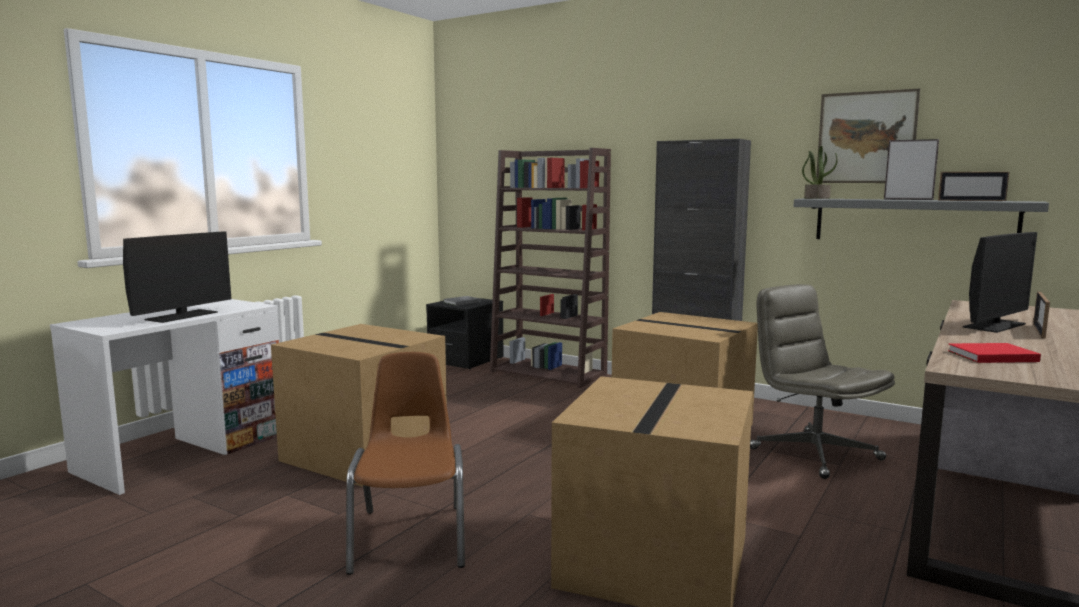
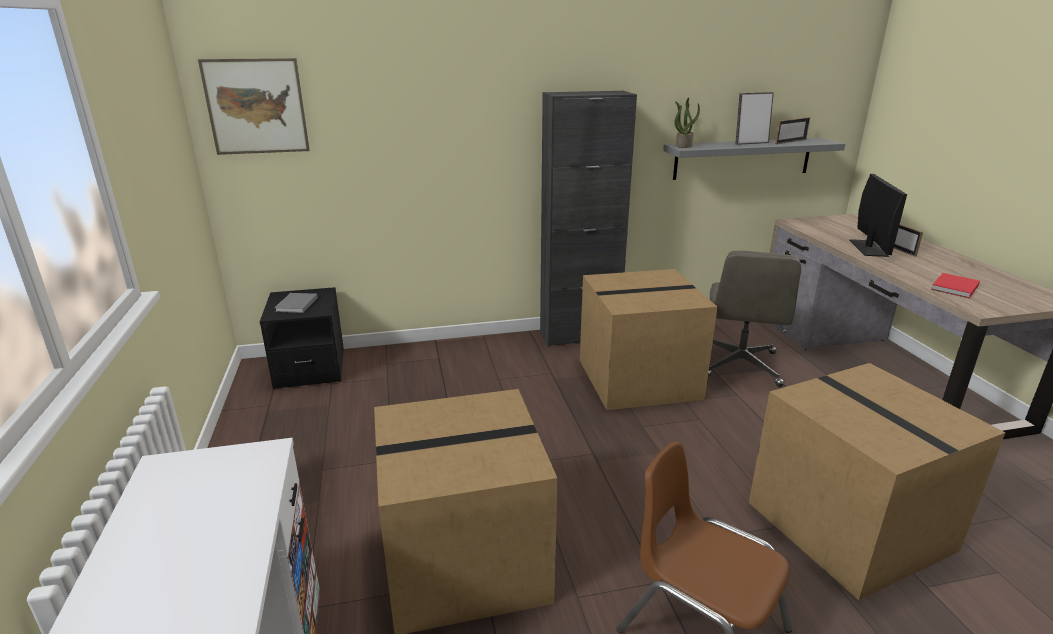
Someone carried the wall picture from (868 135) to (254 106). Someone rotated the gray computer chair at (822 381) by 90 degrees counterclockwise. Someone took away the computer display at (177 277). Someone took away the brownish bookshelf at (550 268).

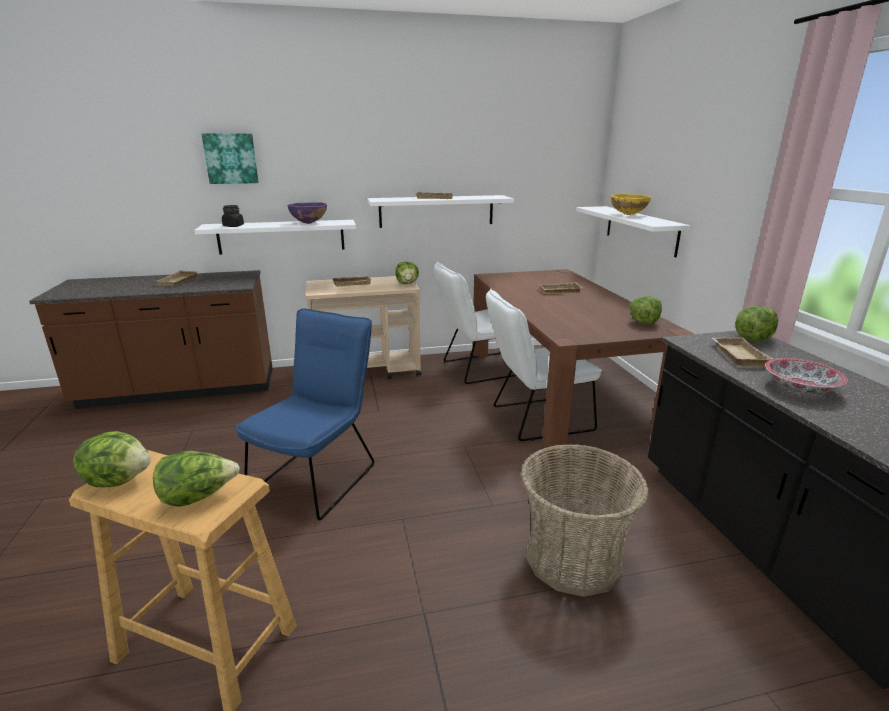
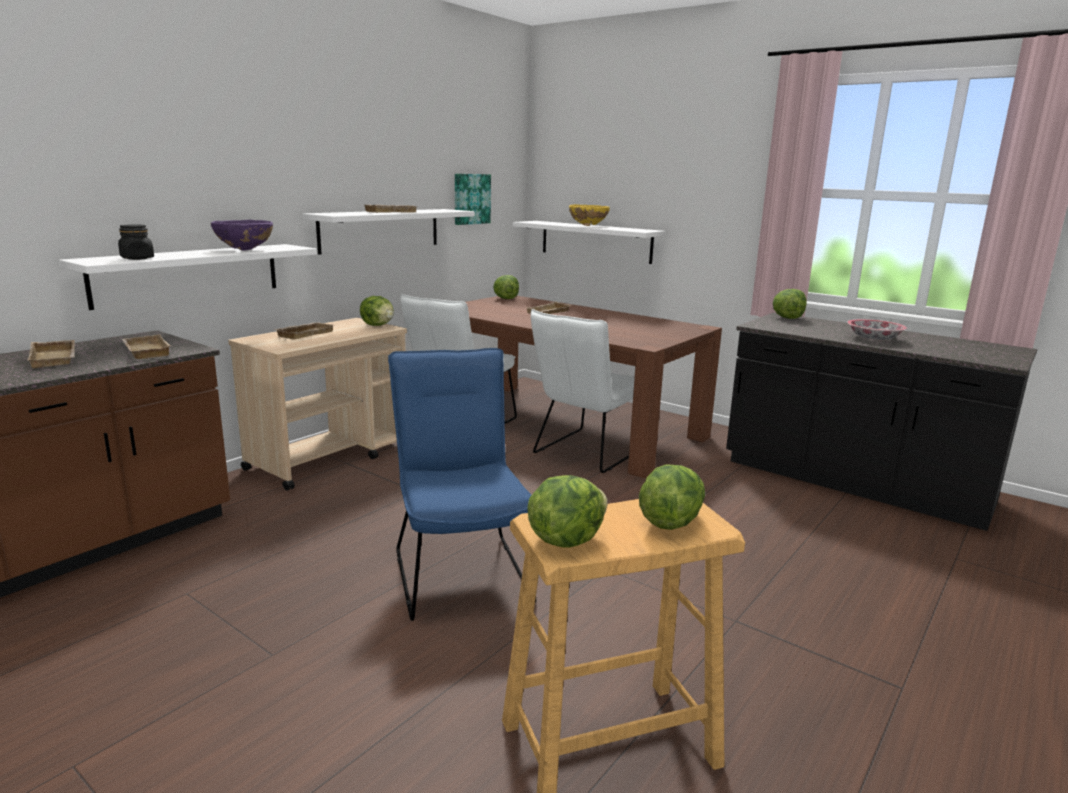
Someone carried the sand-coloured tray from (743 352) to (147 346). Someone carried the wall picture from (230 158) to (473 199). Someone carried the lettuce head from (646 310) to (506 287). Someone took away the household basket at (585 520).

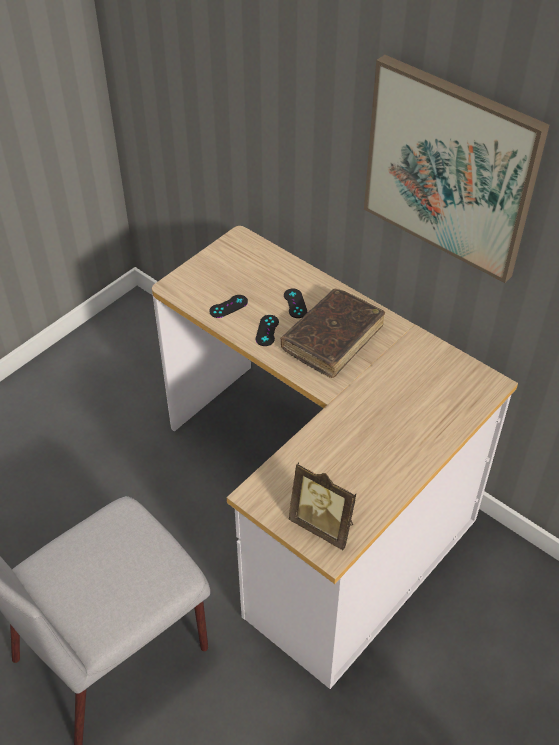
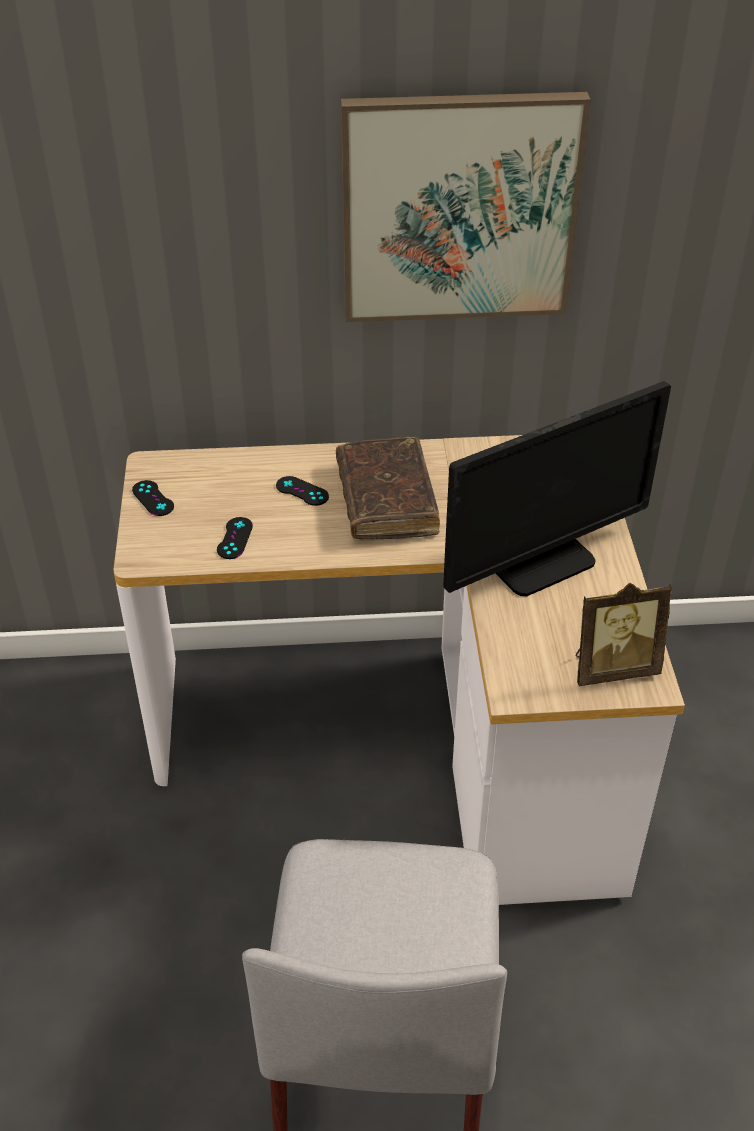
Someone carried the blackish joypad from (267 330) to (153 498). Someone put down the computer display at (557 488).

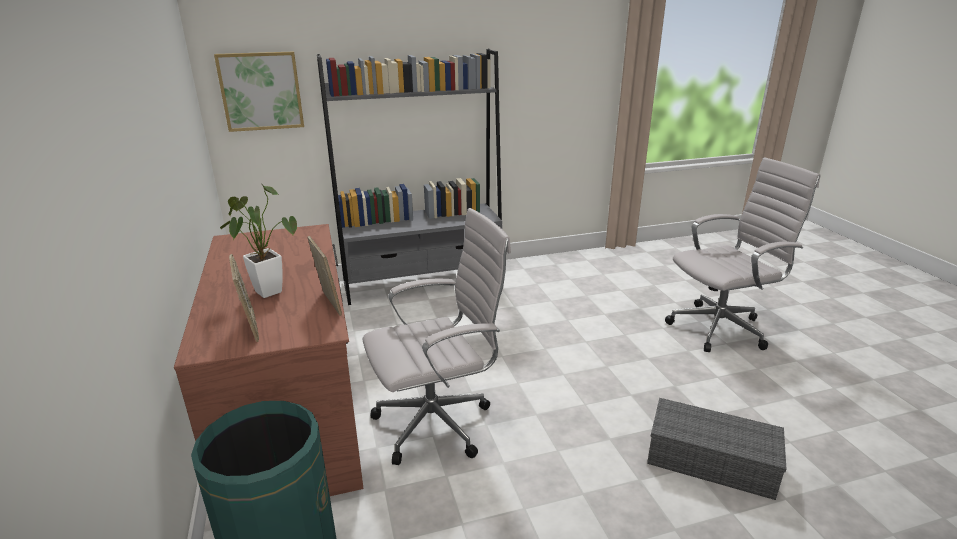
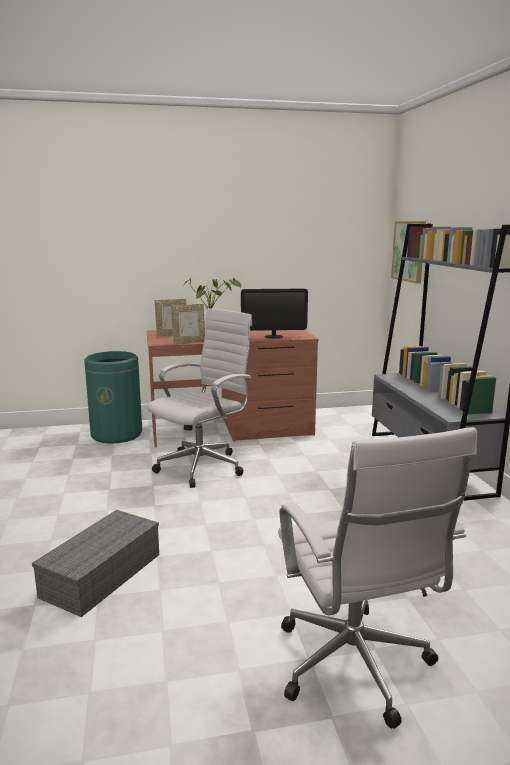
Someone rotated the white-coloured computer chair at (437 336) by 120 degrees counterclockwise. Someone put down the computer display at (274 313).

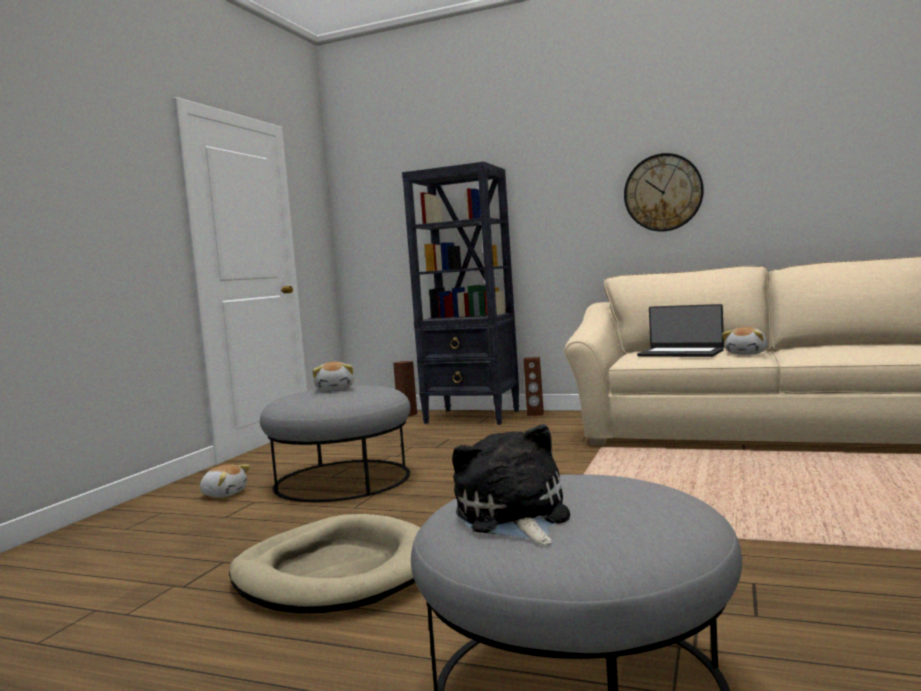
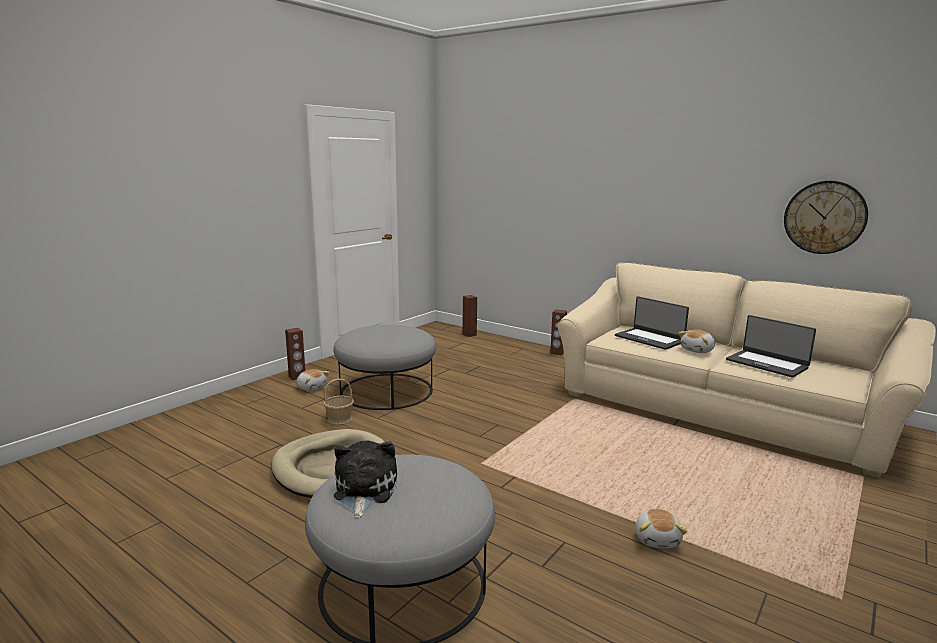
Someone put down the brownish audio speaker at (295 354). Someone put down the household basket at (339 402). Someone carried the plush toy from (333 376) to (661 528). Someone put down the laptop at (771 346). Someone carried the clock on the wall from (664 192) to (826 217). Someone took away the blackish bookshelf at (461 293).

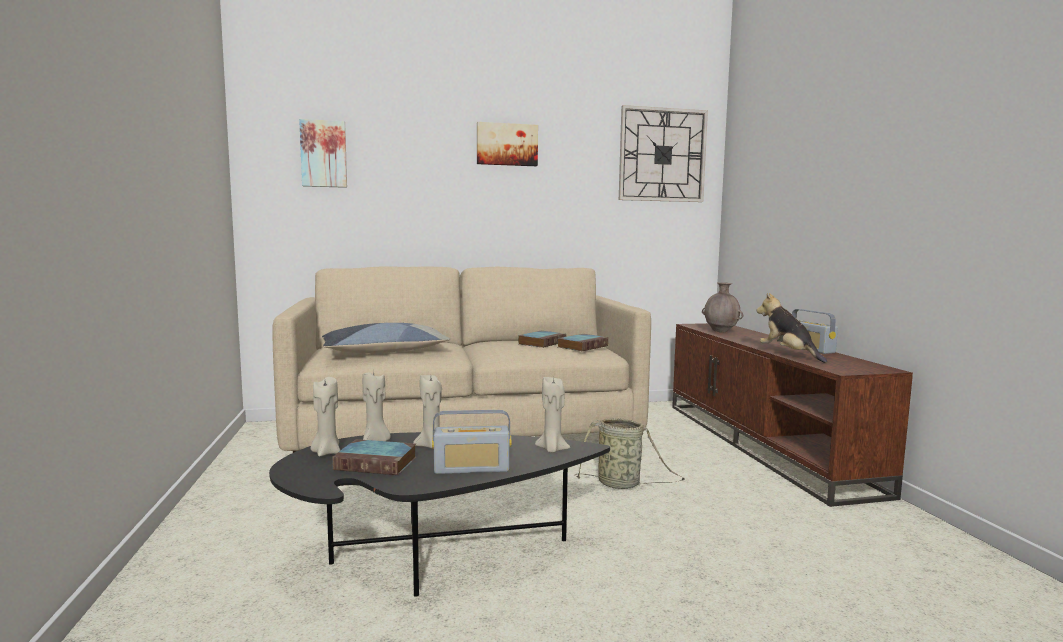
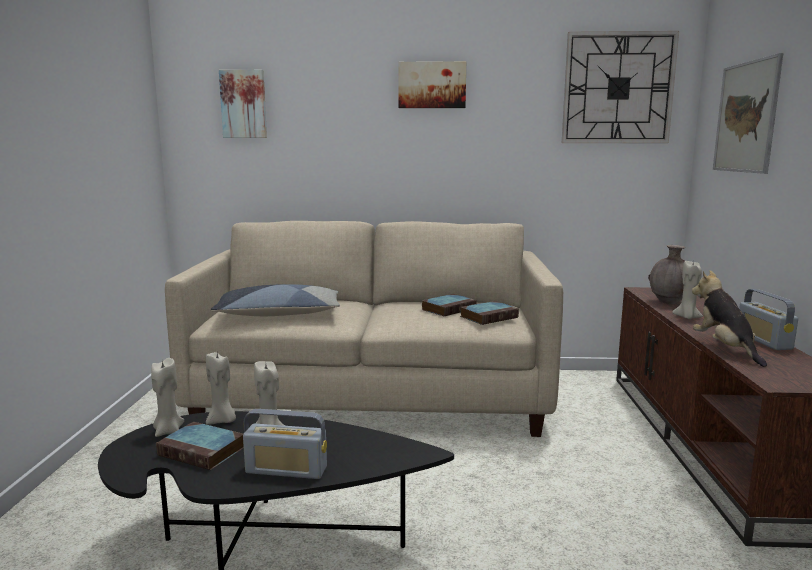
Someone carried the sand-coloured candle from (552 415) to (687 290). Someone put up the wall picture at (748 113). Someone took away the household basket at (630 453).

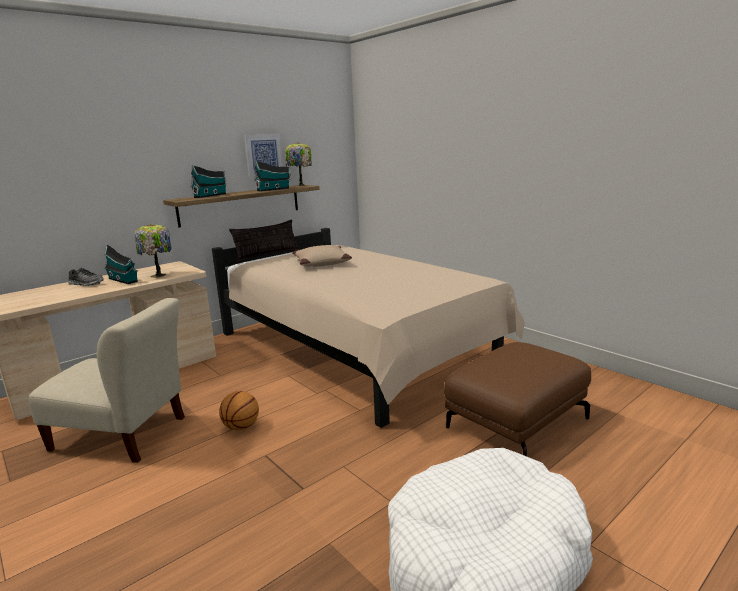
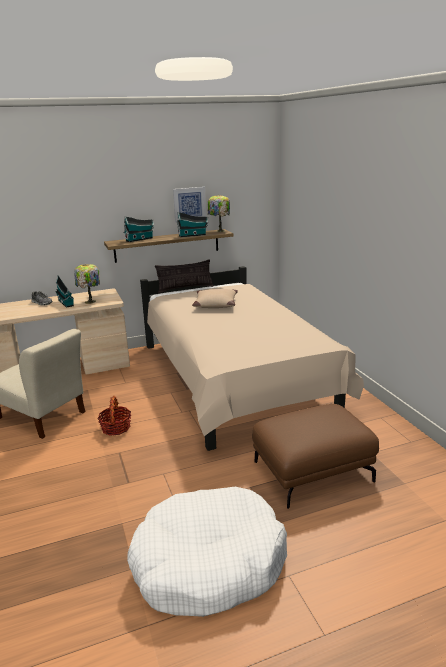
Someone swapped the basketball at (239 411) for the household basket at (114 415).

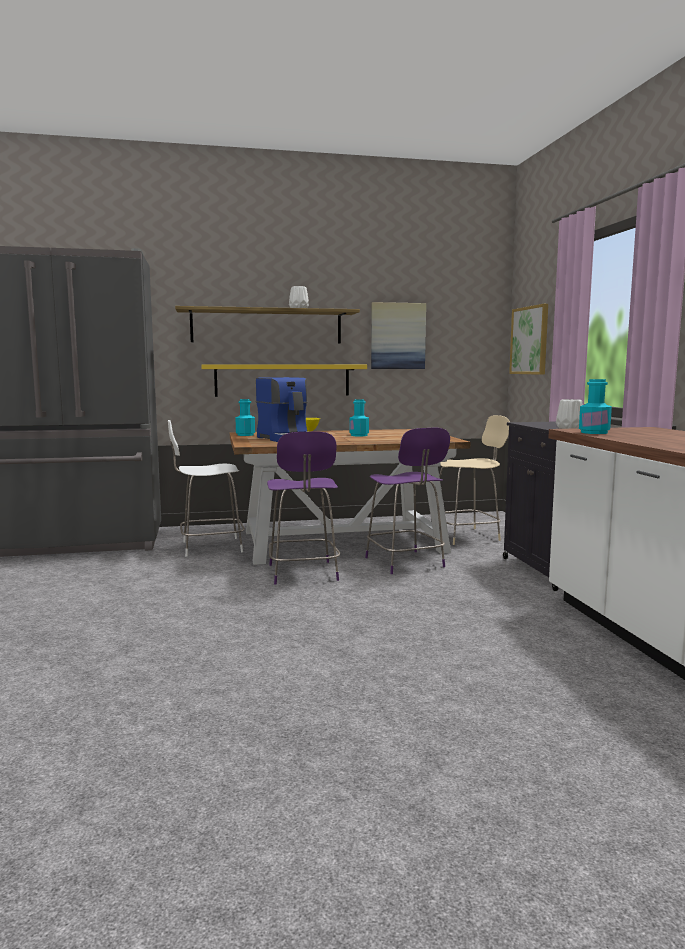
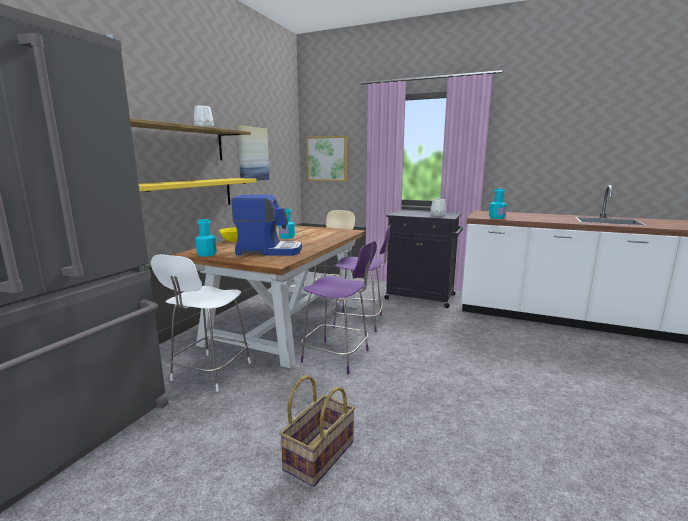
Someone put down the household basket at (317 431).

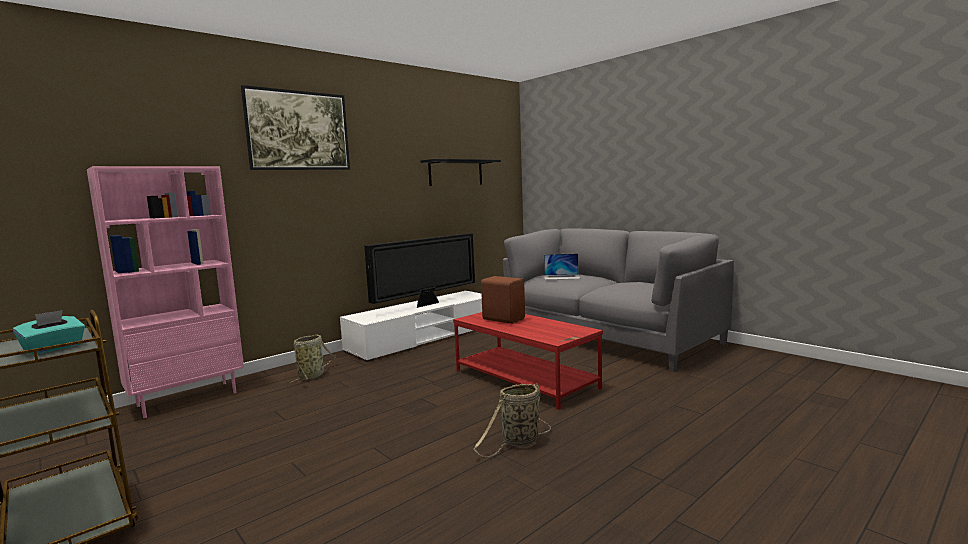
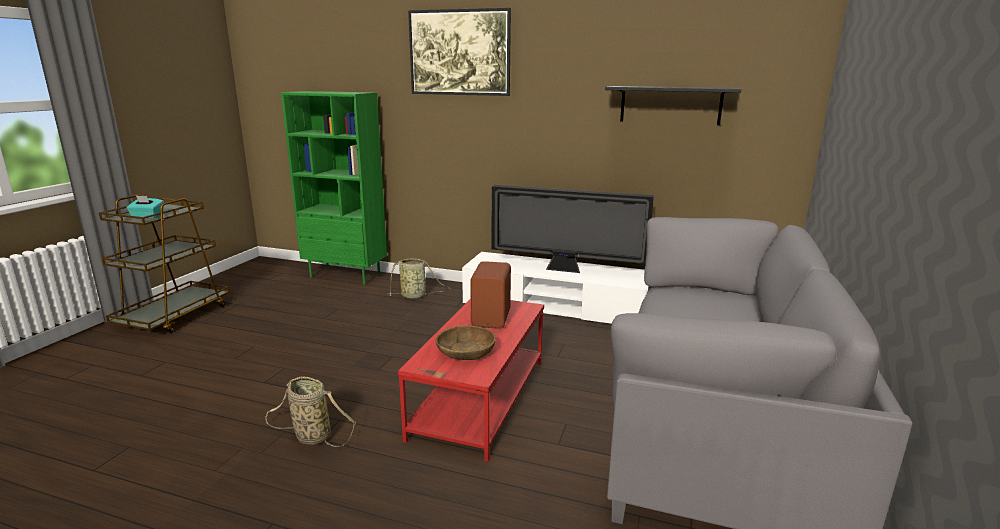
Someone repainted the pink-coloured bookshelf at (165 292), which became the green bookshelf at (334 188). Someone put down the brownish serving bowl at (466 342). Someone took away the laptop at (562 266).

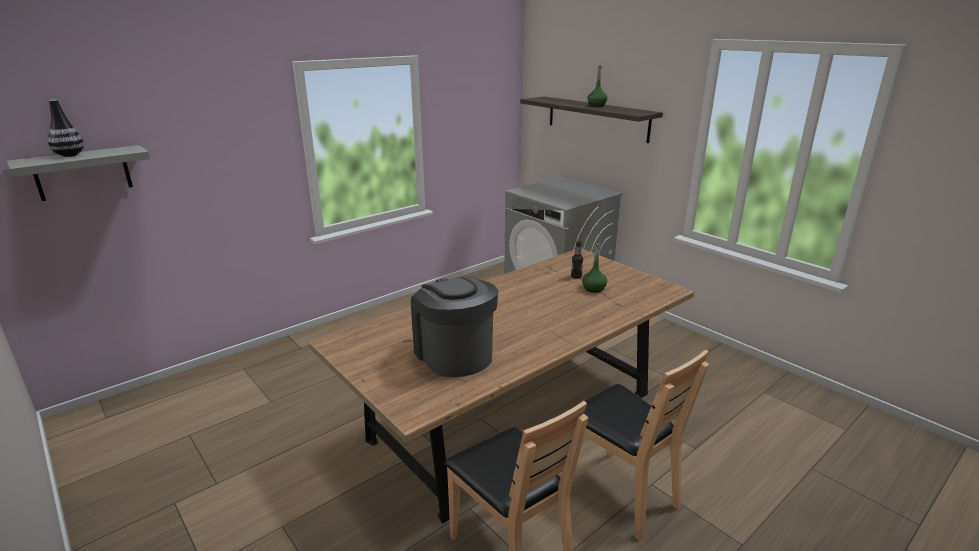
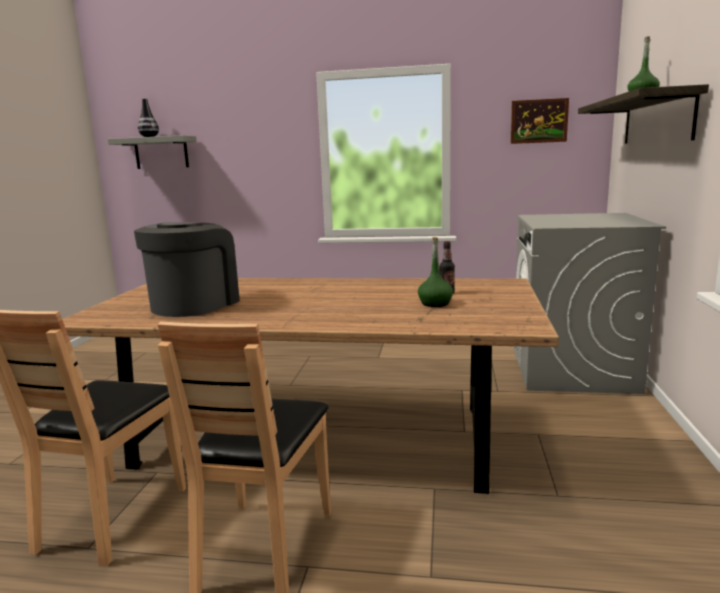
Someone put up the wall picture at (539 121).

